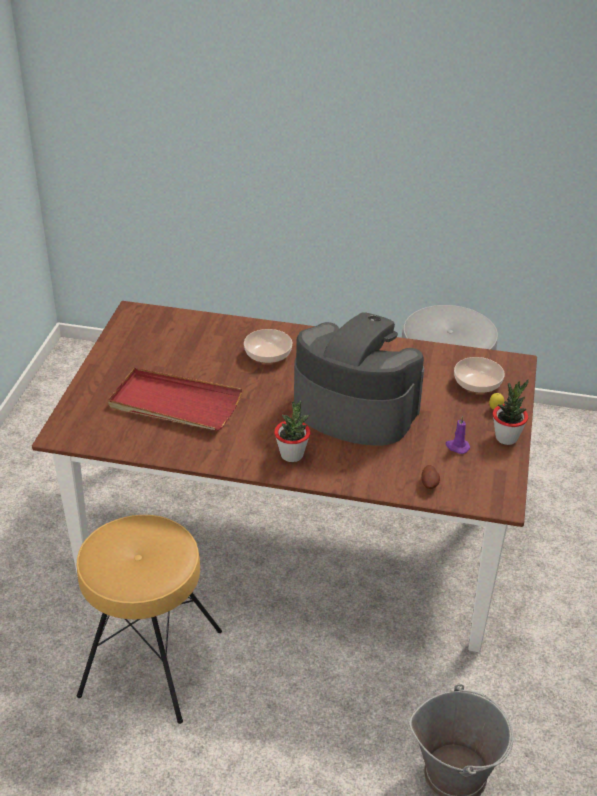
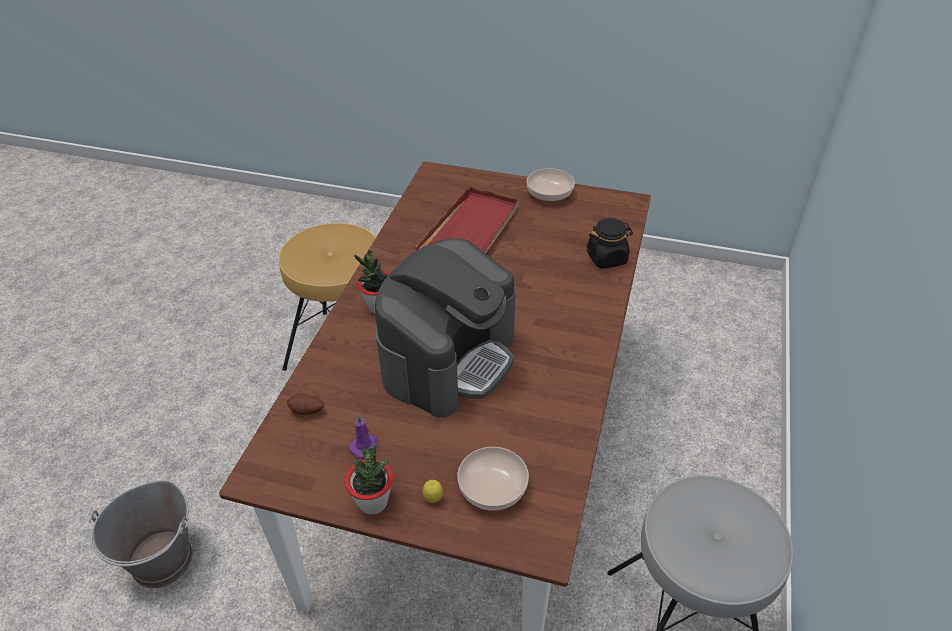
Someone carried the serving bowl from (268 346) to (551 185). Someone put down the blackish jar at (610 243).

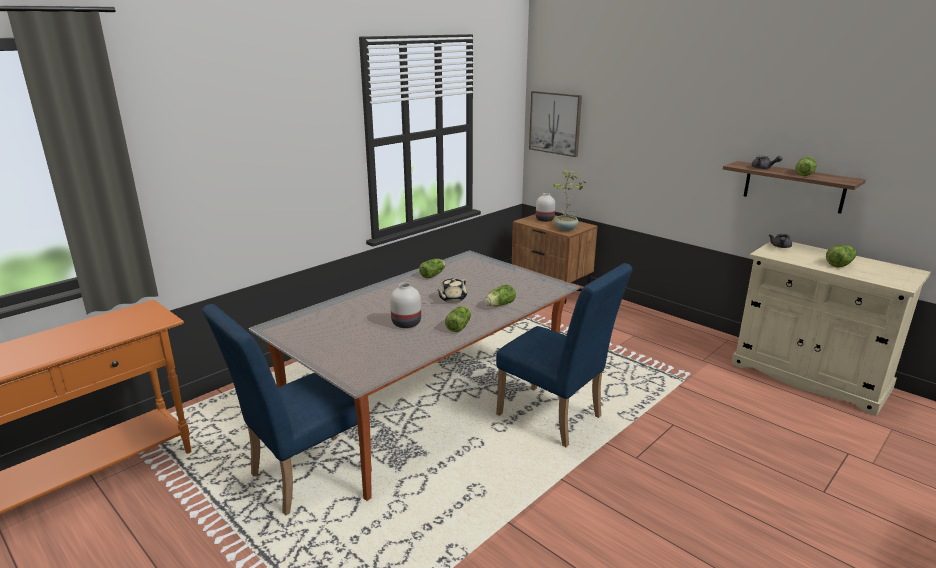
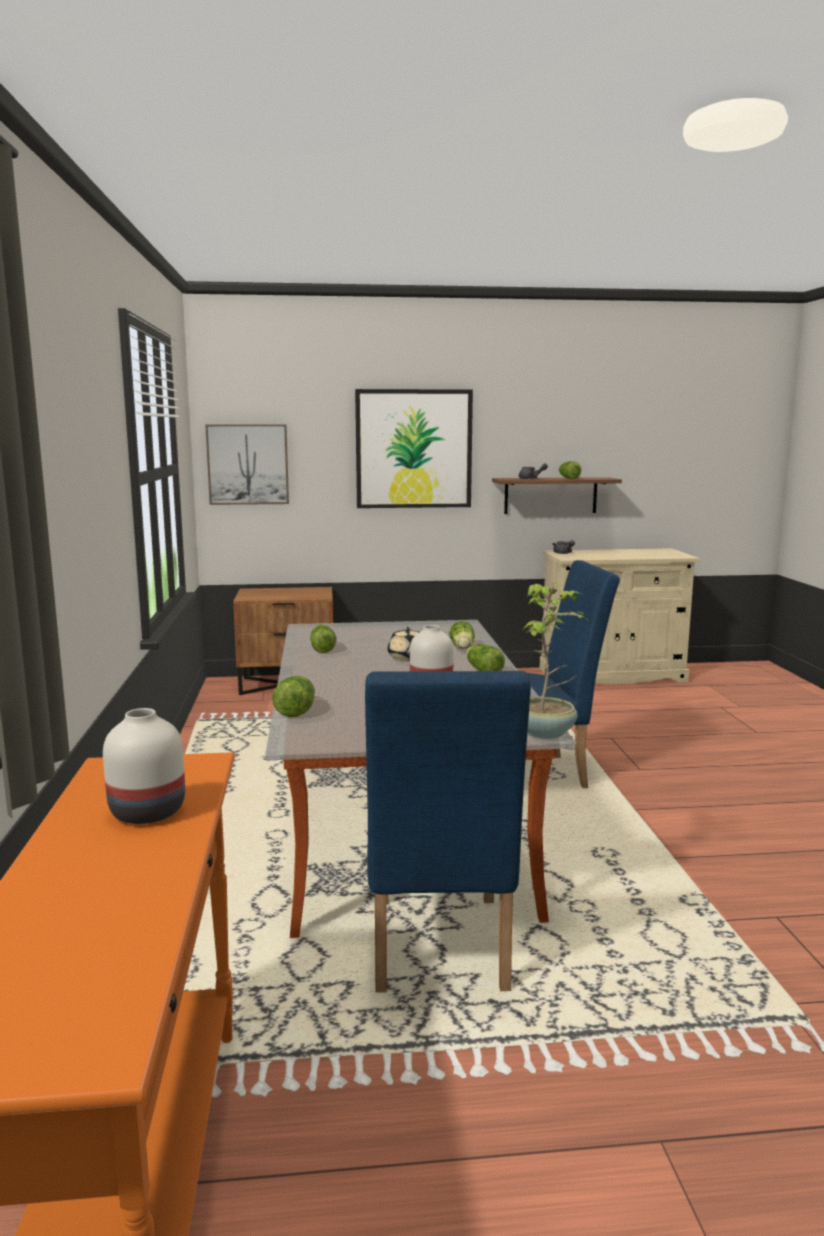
Someone carried the white-coloured vase from (545 207) to (144 766). Someone carried the lettuce head from (841 256) to (293 696). Someone put up the wall picture at (414 448). Someone carried the plant in a pot from (569 200) to (554 661).

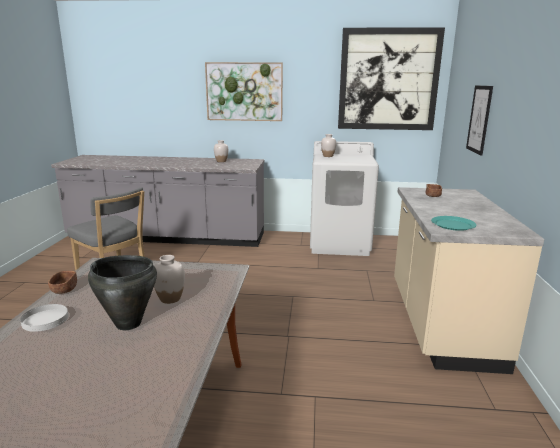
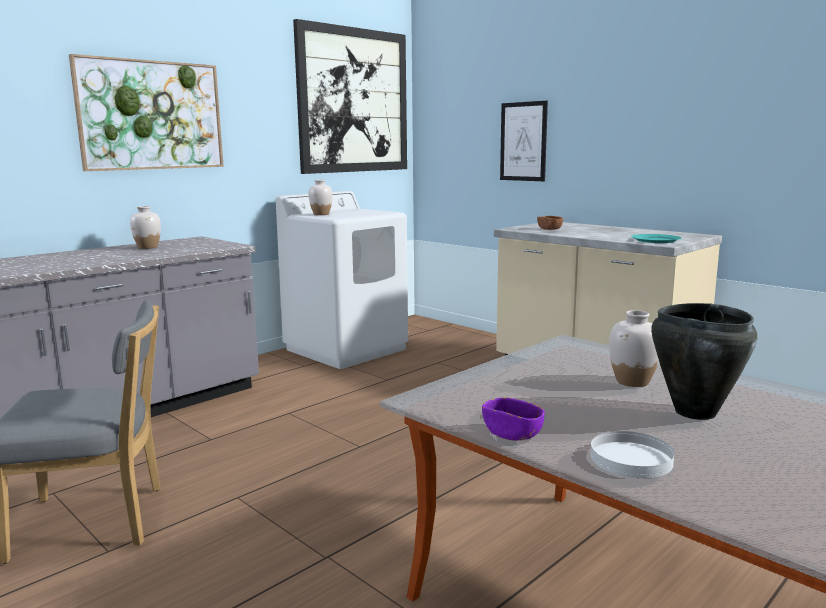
Someone repainted the brownish serving bowl at (62 282), which became the purple-coloured serving bowl at (513 418).

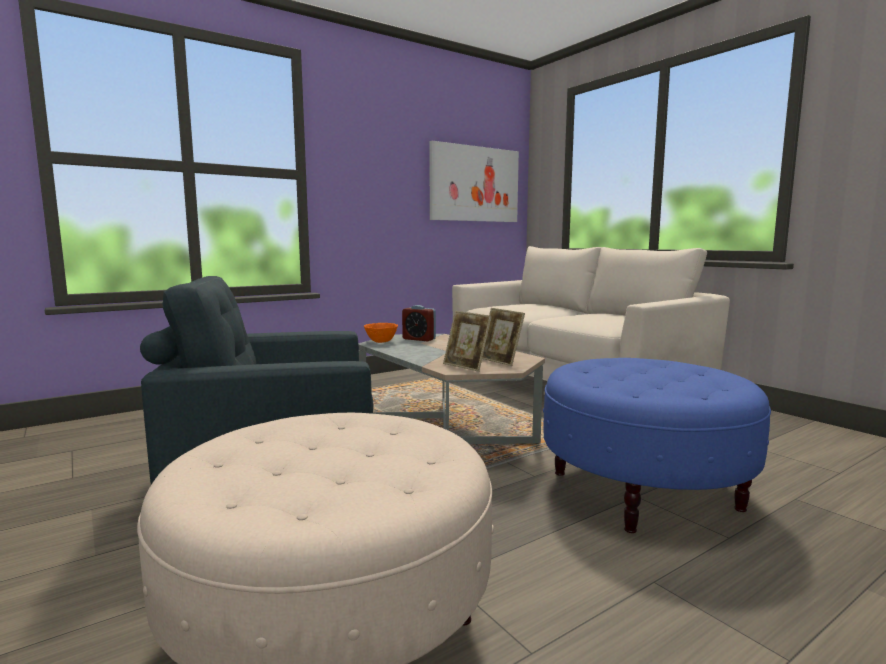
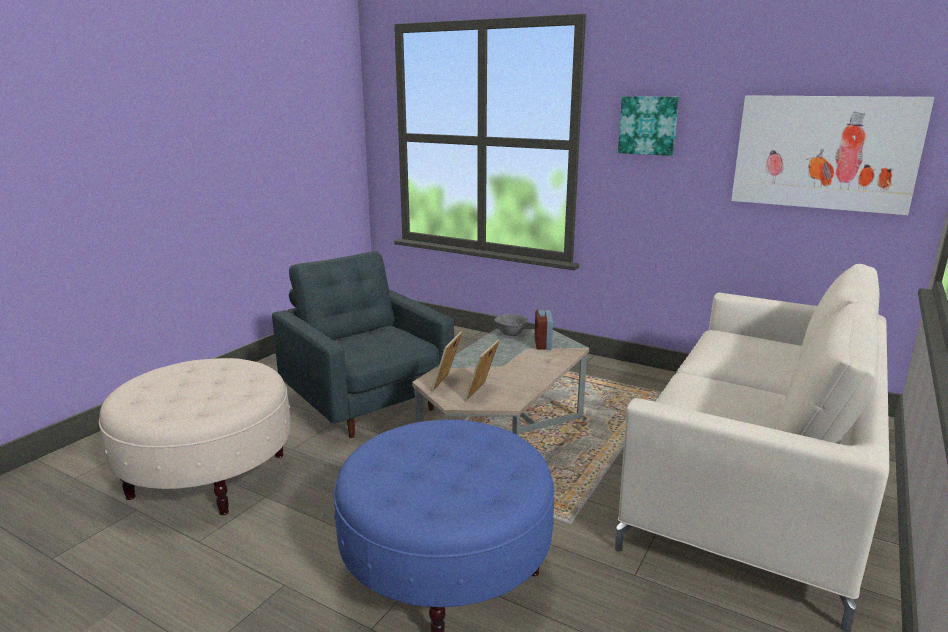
Someone repainted the orangey serving bowl at (381 333), which became the gray serving bowl at (511 325). Someone put up the wall picture at (648 126).

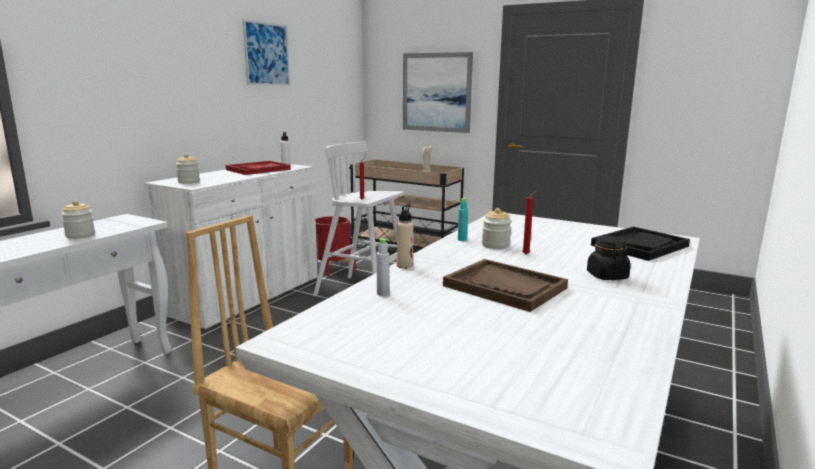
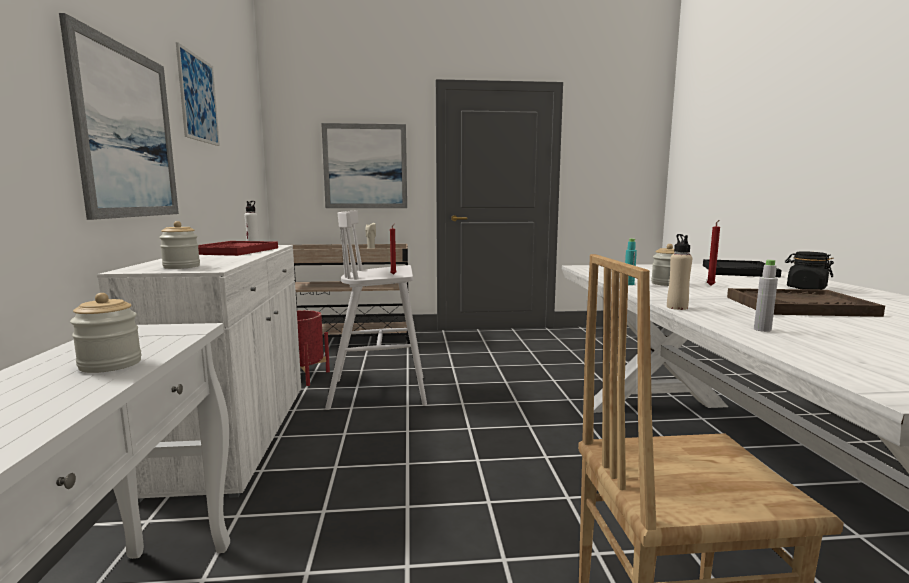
Someone put up the wall picture at (119 116).

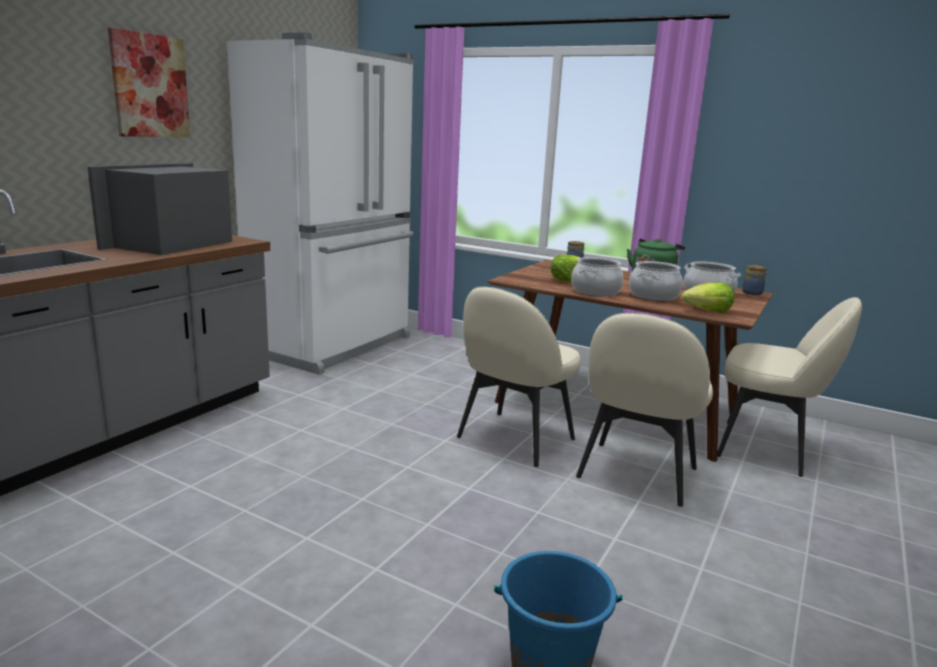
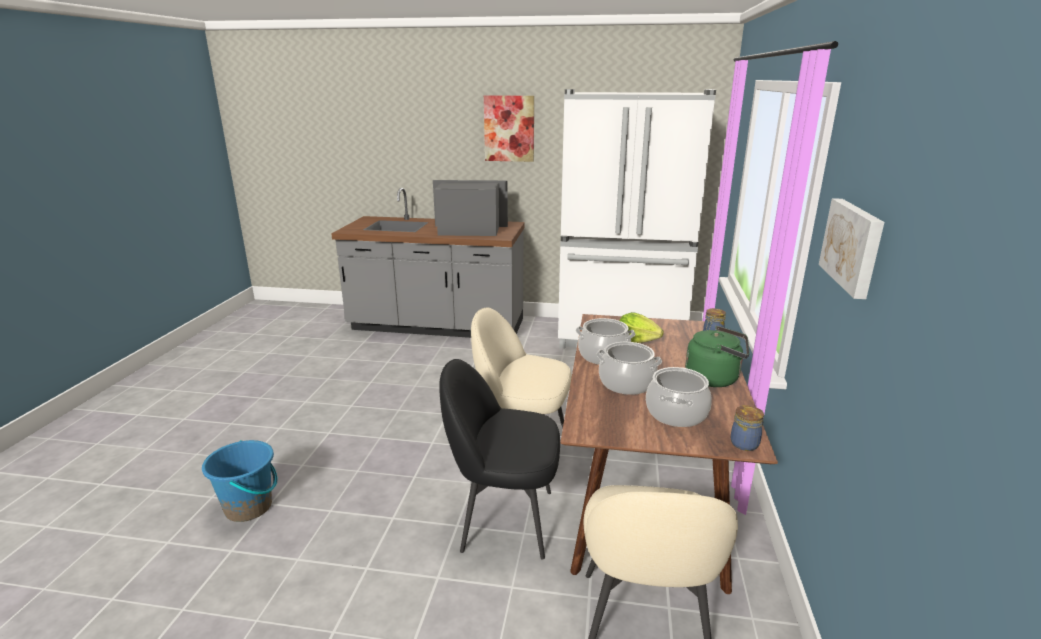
Someone repainted the sand-coloured plain chair at (644 410), which became the blackish plain chair at (499 459). Someone put up the wall picture at (851 248). Someone took away the lettuce head at (707 297).

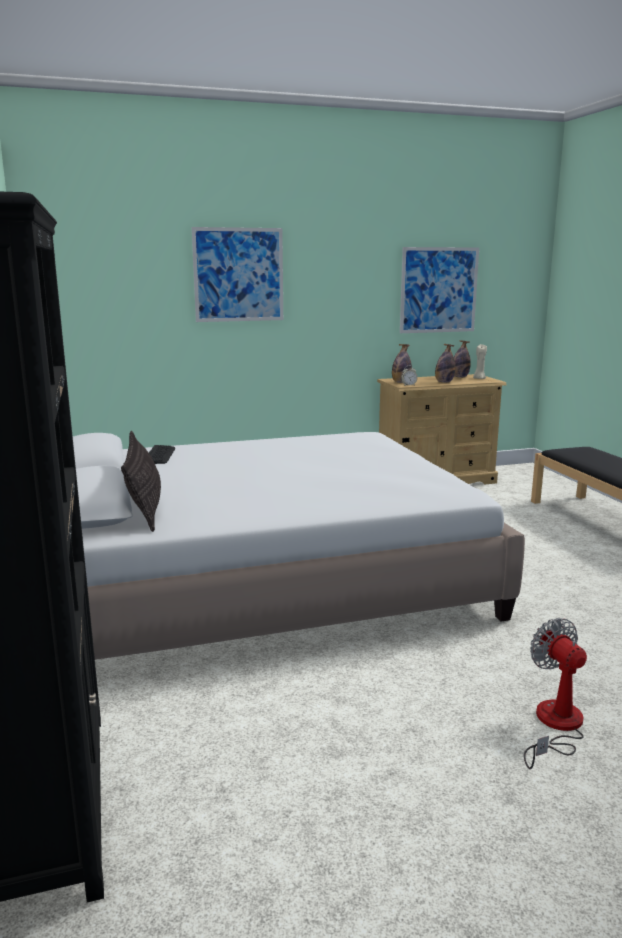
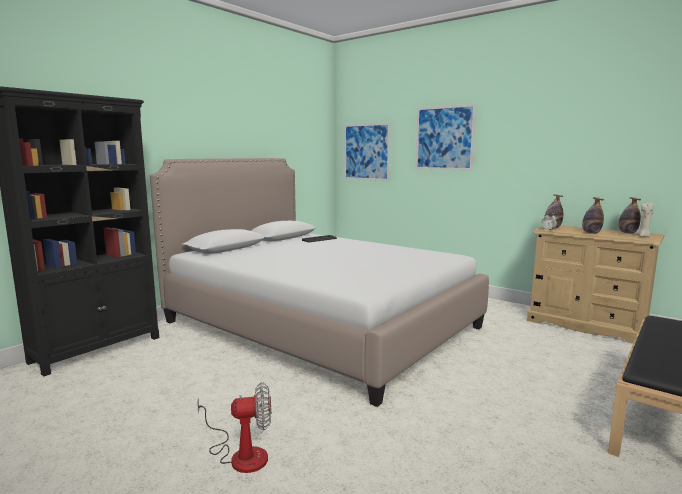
Someone rotated the fan at (555 693) by 45 degrees clockwise. Someone carried the wall picture from (439 290) to (367 152). Someone took away the cushion at (141 481).

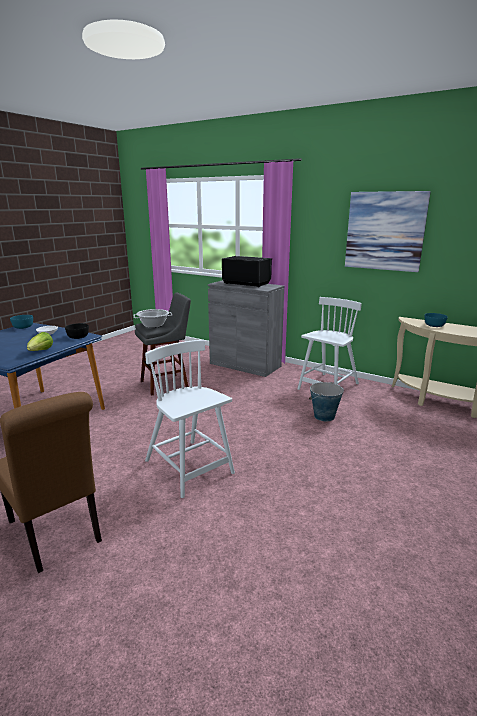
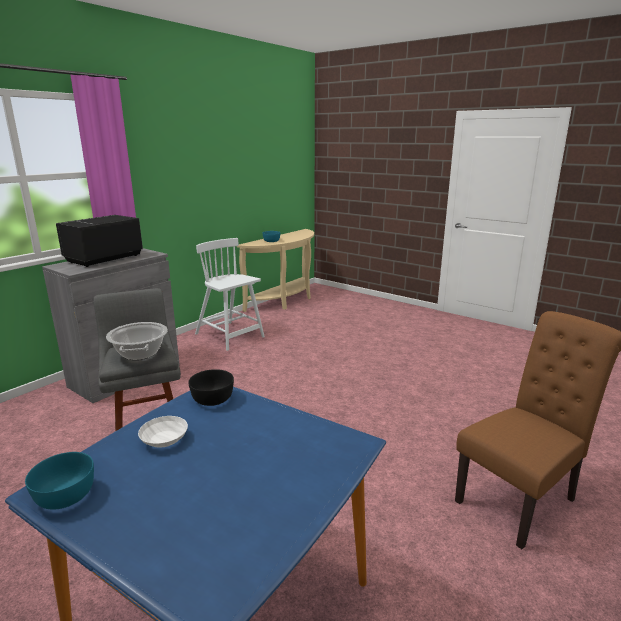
Someone took away the lettuce head at (40 341). Someone took away the white-coloured plain chair at (190 419). Someone took away the bucket at (326 401). Someone took away the wall picture at (388 231).

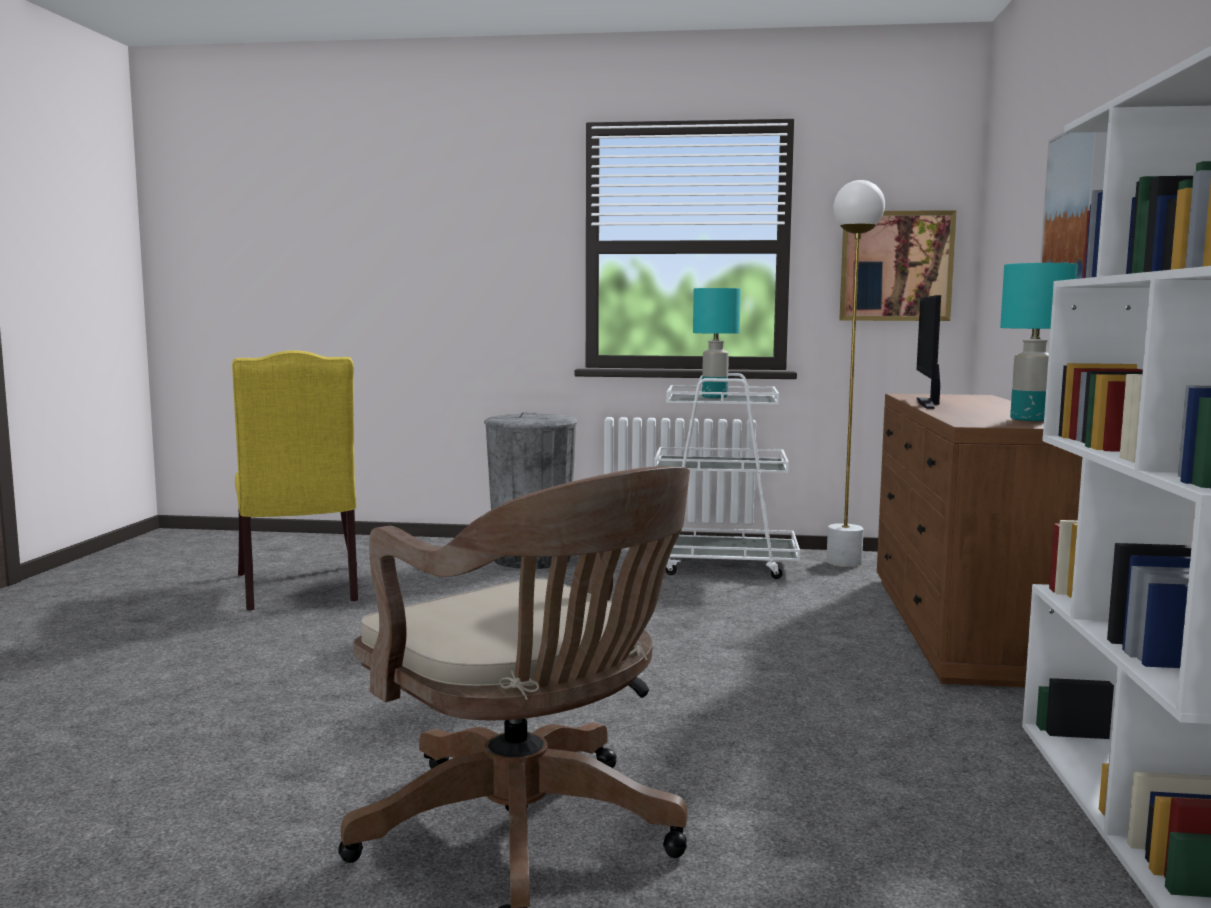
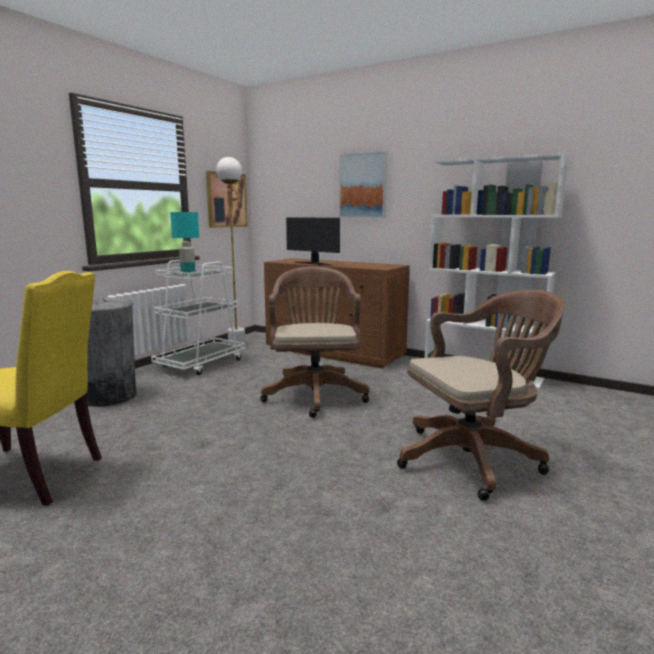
Someone put down the brownish computer chair at (315 342). Someone took away the turquoise-coloured table lamp at (1039 342).

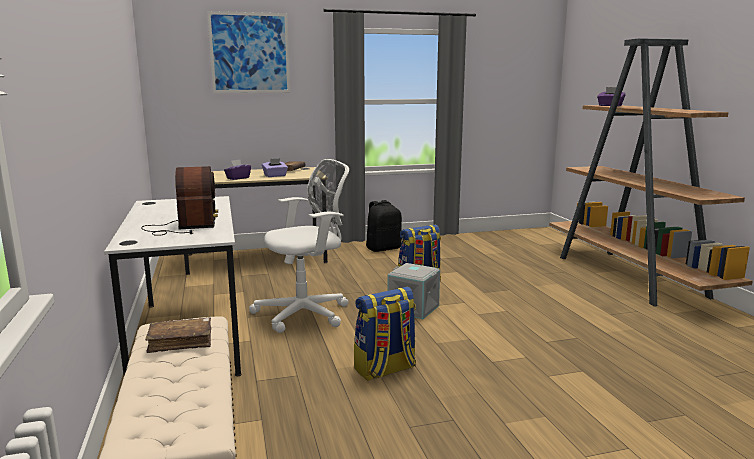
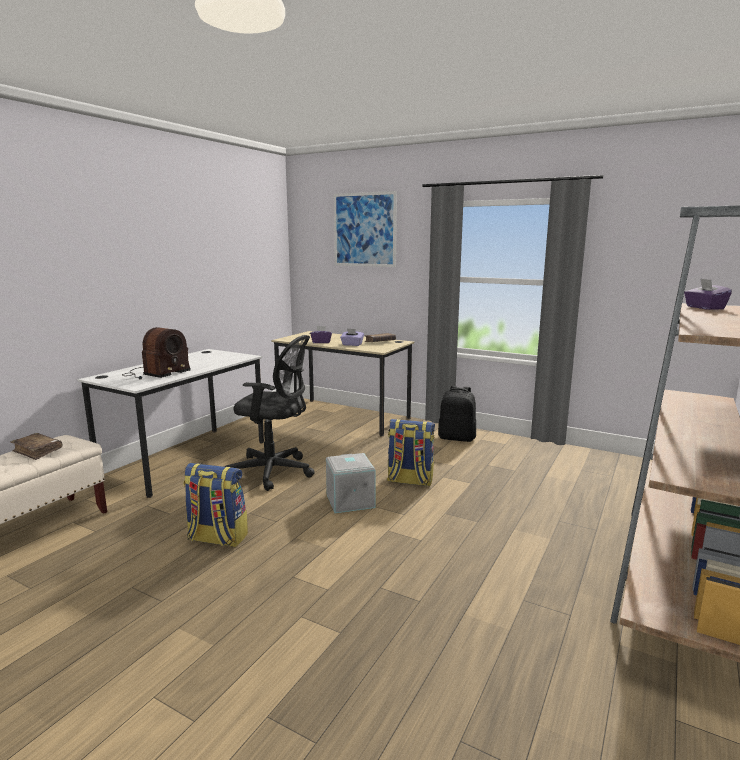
Someone repainted the white-coloured computer chair at (299 246), which became the blackish computer chair at (270 413).

